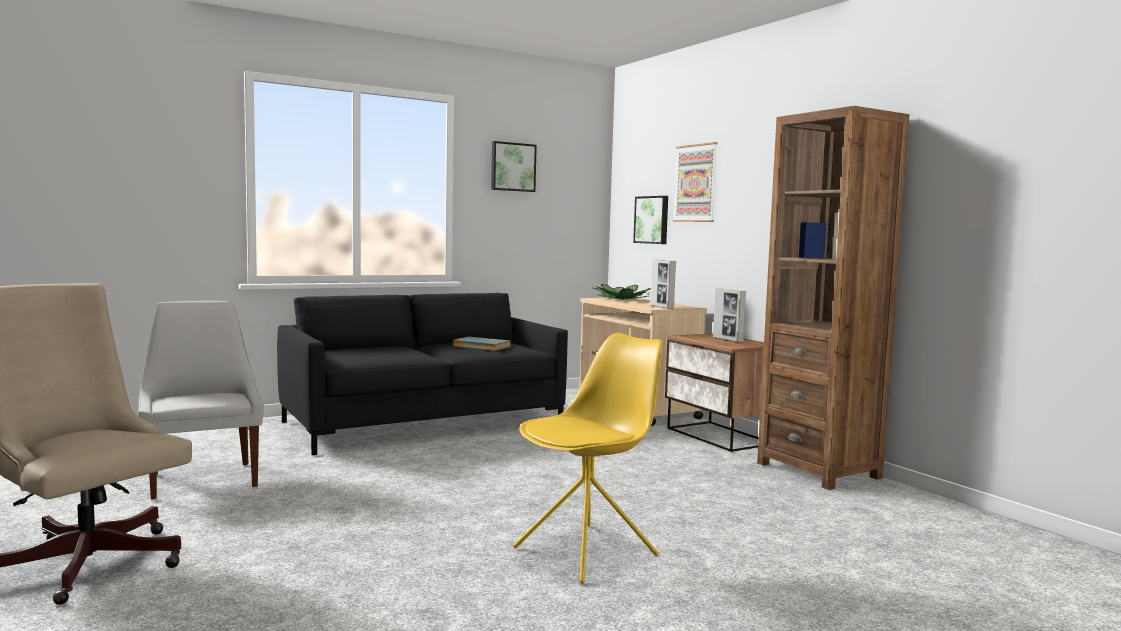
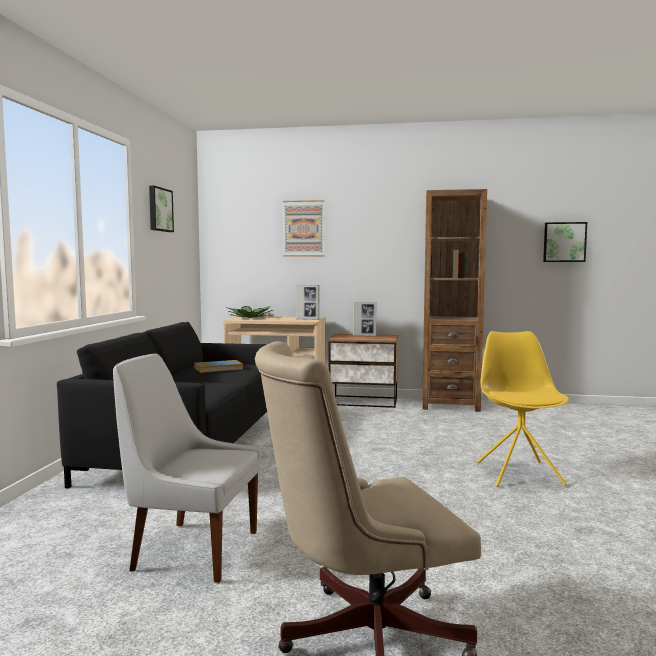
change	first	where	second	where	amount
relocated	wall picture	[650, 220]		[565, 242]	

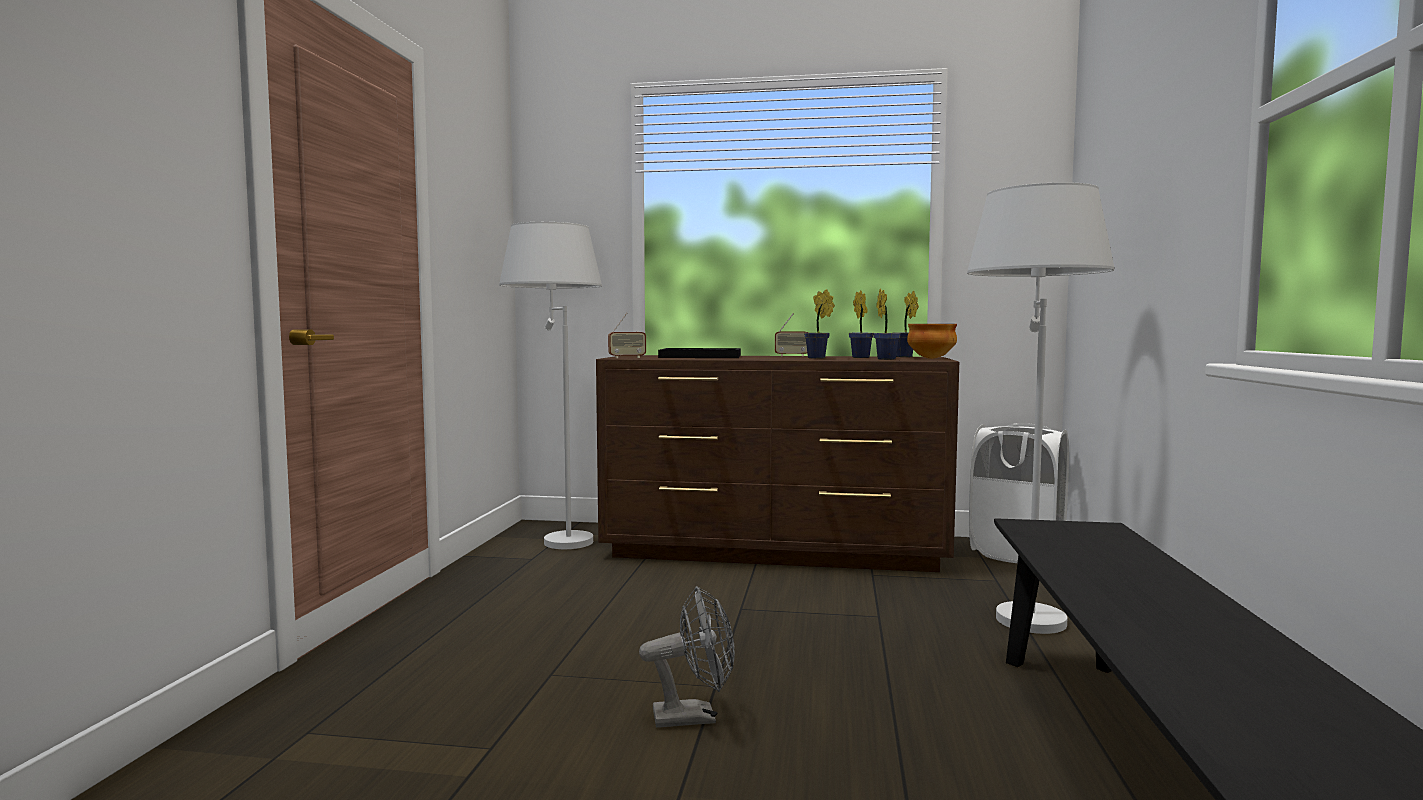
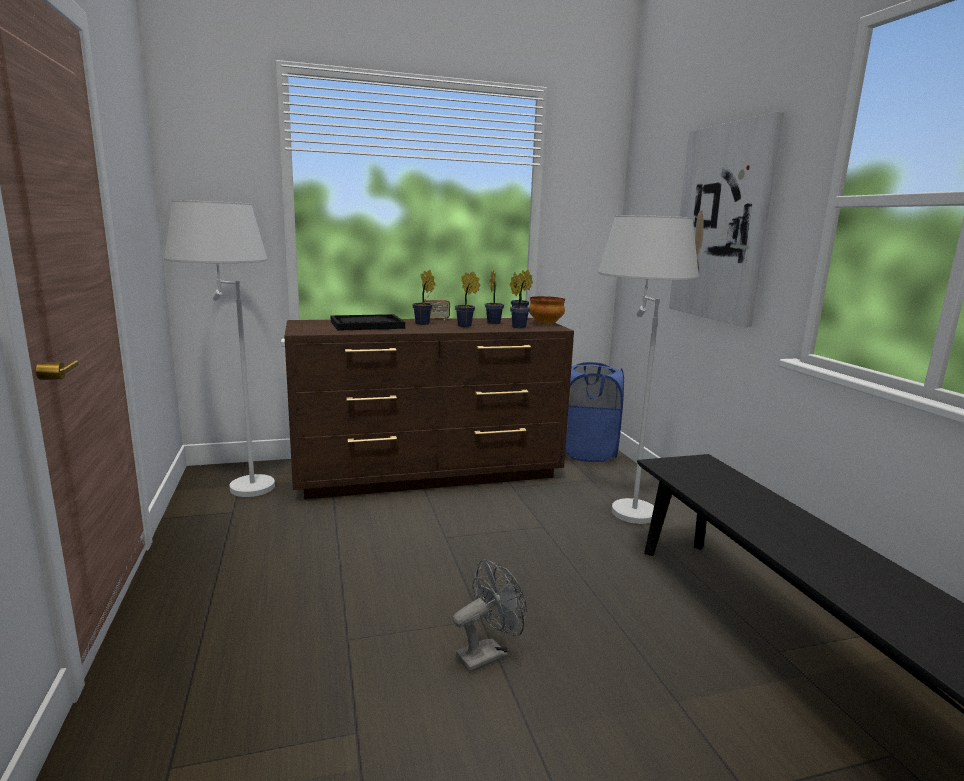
change	first	where	second	where	amount
missing	radio	[627, 335]			
colour	whitish washing basket	[1019, 493]	bluish washing basket	[594, 412]	
appeared			wall picture	[726, 219]	
appeared			plant in a pot	[423, 297]	

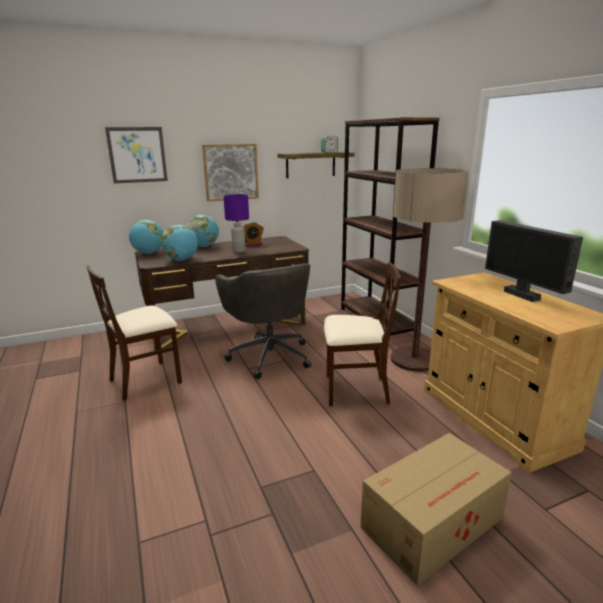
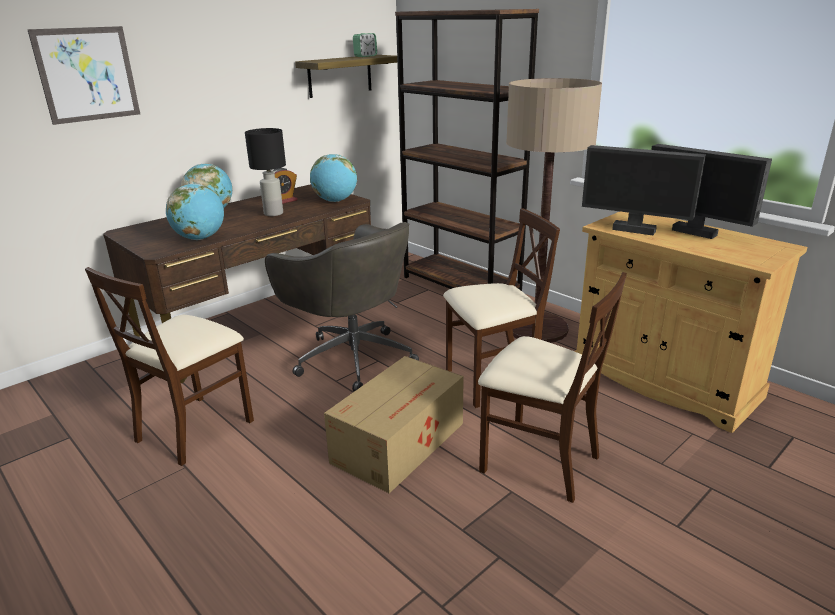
change	first	where	second	where	amount
missing	wall picture	[230, 172]			
colour	purple-coloured tabletop lamp	[236, 223]	black-coloured tabletop lamp	[265, 172]	
relocated	desk globe	[146, 237]		[333, 178]	
relocated	packing box	[436, 509]		[394, 424]	
appeared			computer display	[644, 190]	
appeared			beige-coloured plain chair	[552, 387]	

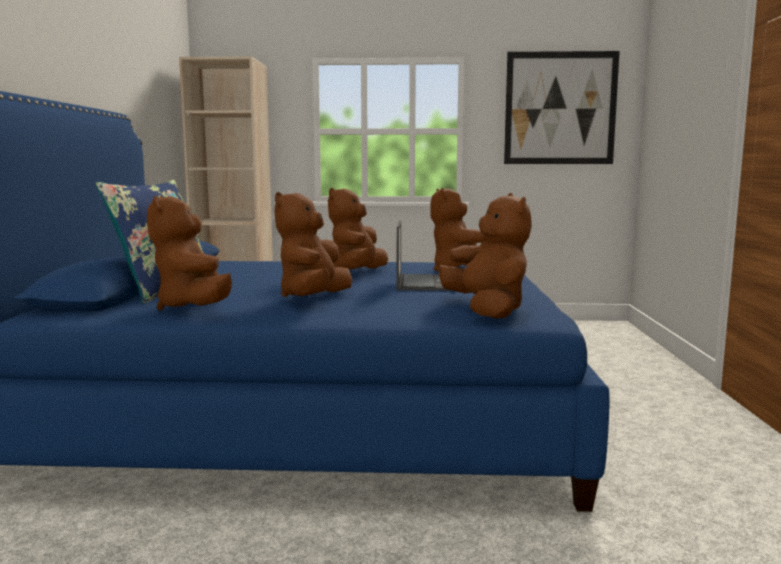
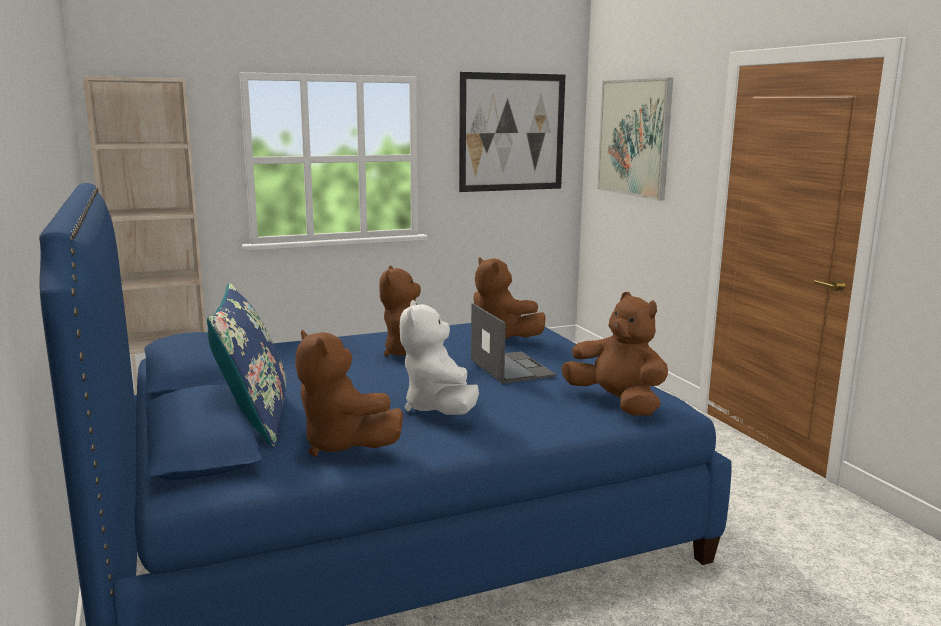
change	first	where	second	where	amount
colour	brown-coloured cuddly toy	[313, 244]	whitish cuddly toy	[439, 357]	
appeared			wall picture	[635, 139]	

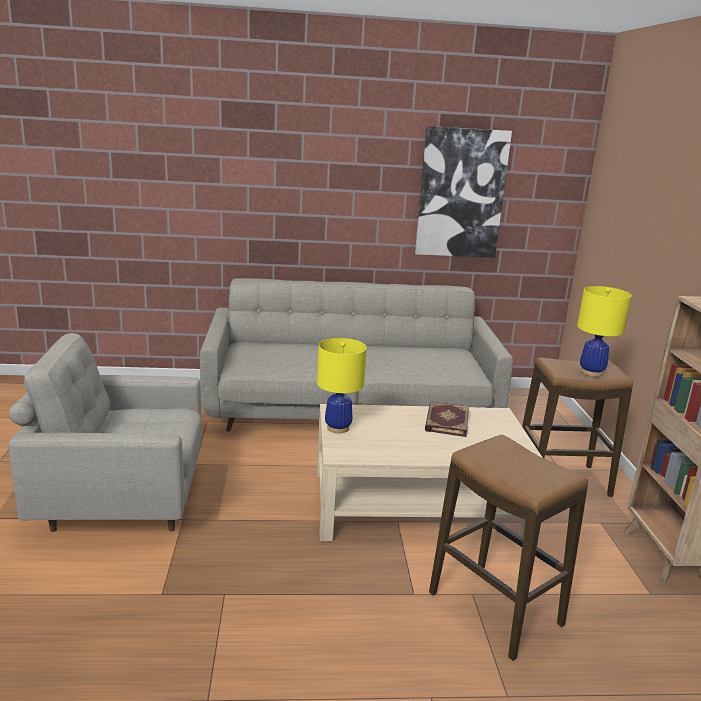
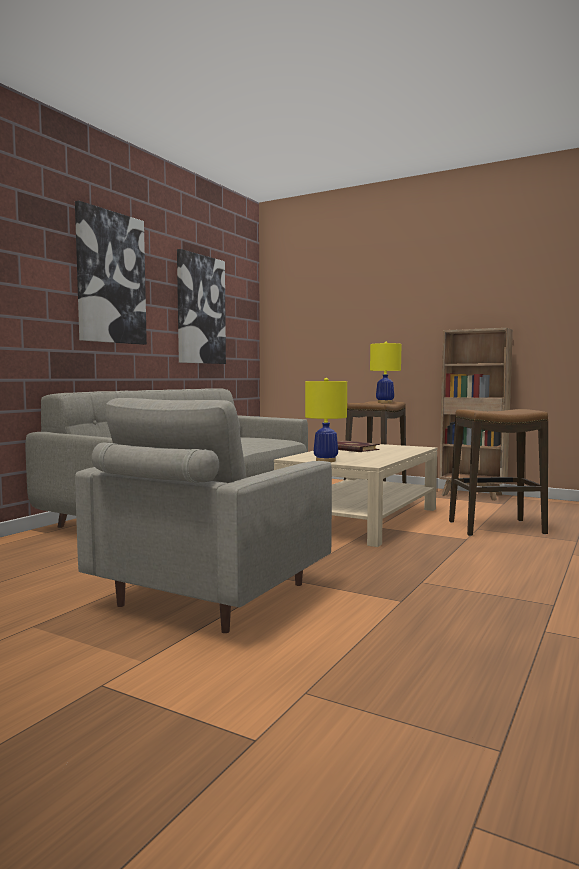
change	first	where	second	where	amount
appeared			wall picture	[111, 272]	

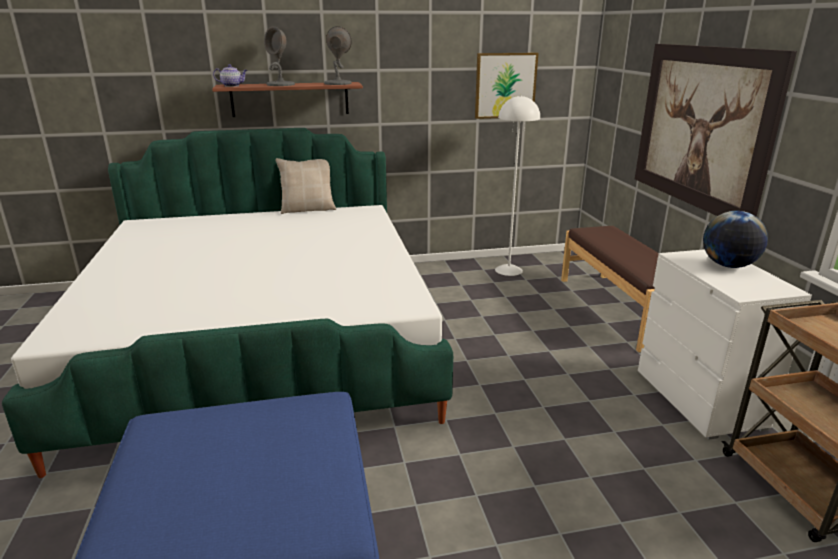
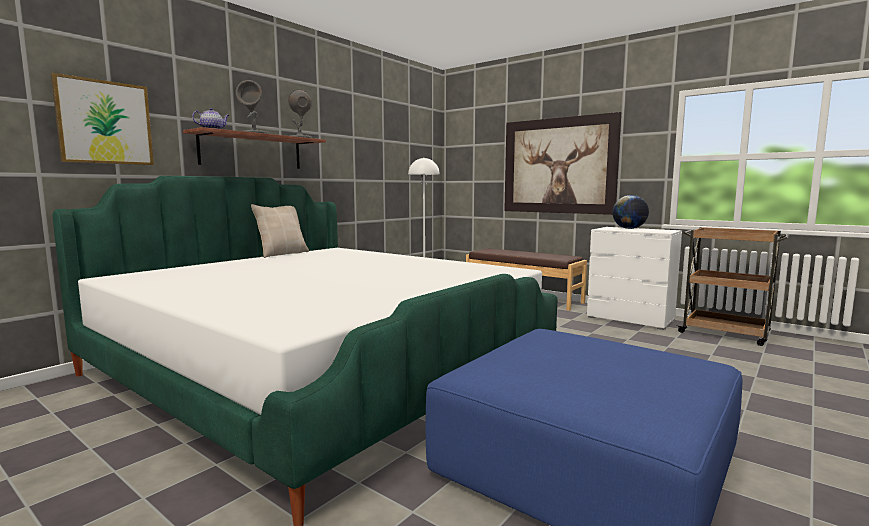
change	first	where	second	where	amount
relocated	wall picture	[507, 86]		[102, 119]	

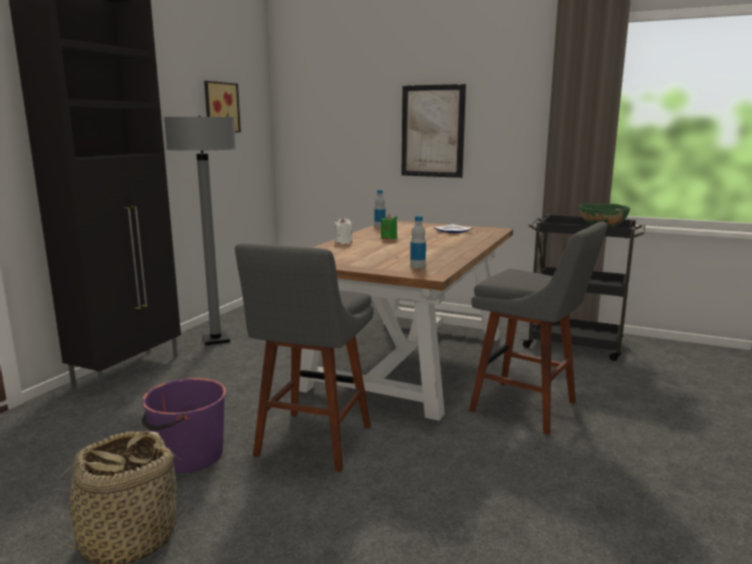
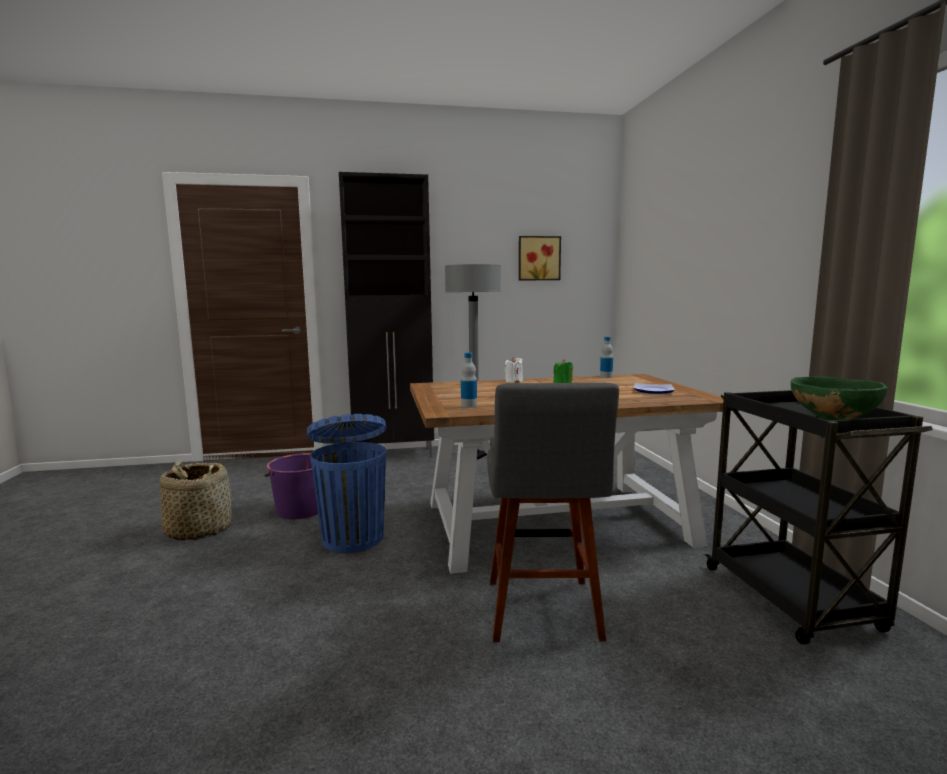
change	first	where	second	where	amount
missing	wall picture	[434, 131]			
exchanged	gray sitting stool	[304, 357]	bluish trash can	[346, 483]	

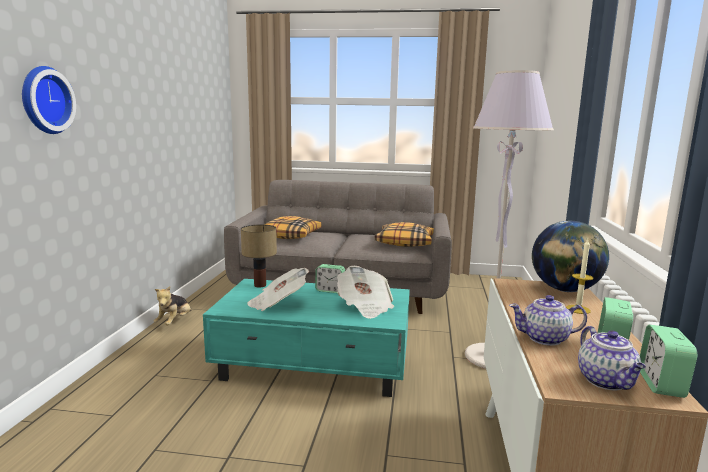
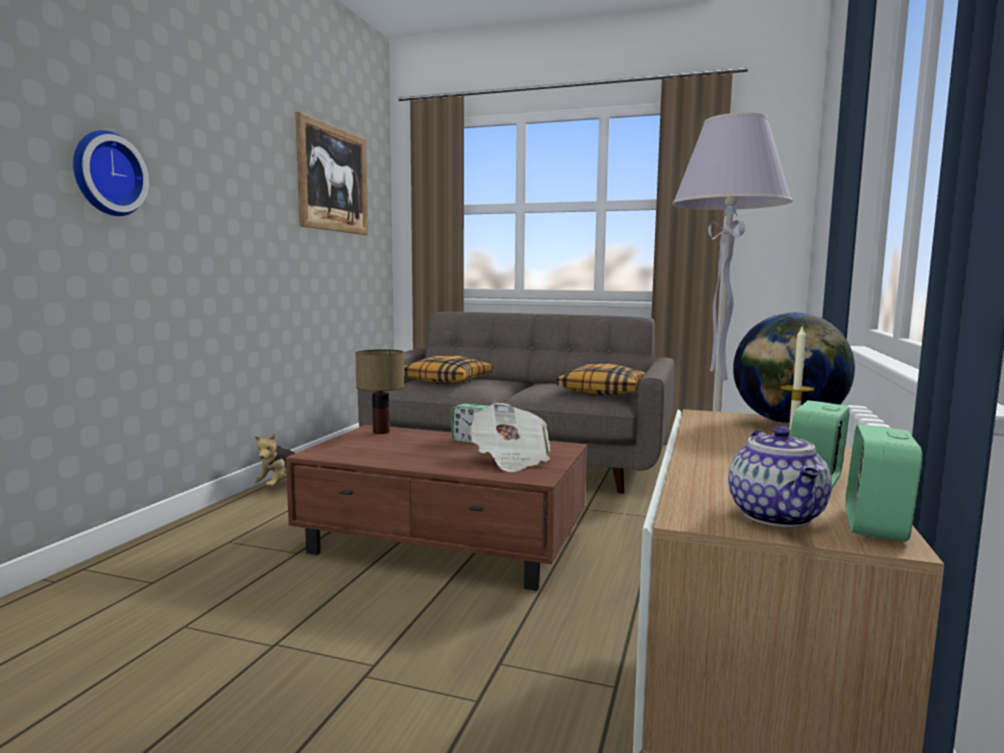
change	first	where	second	where	amount
missing	daily paper	[278, 289]			
colour	blue-green coffee table	[306, 338]	brown-coloured coffee table	[436, 508]	
missing	pot for tea	[548, 320]			
appeared			wall picture	[331, 173]	

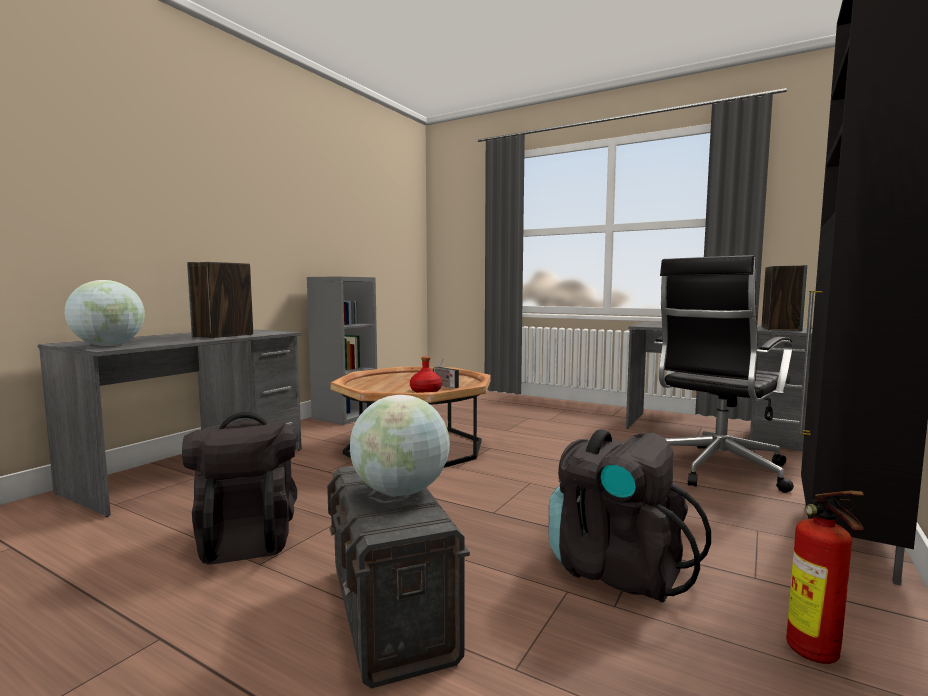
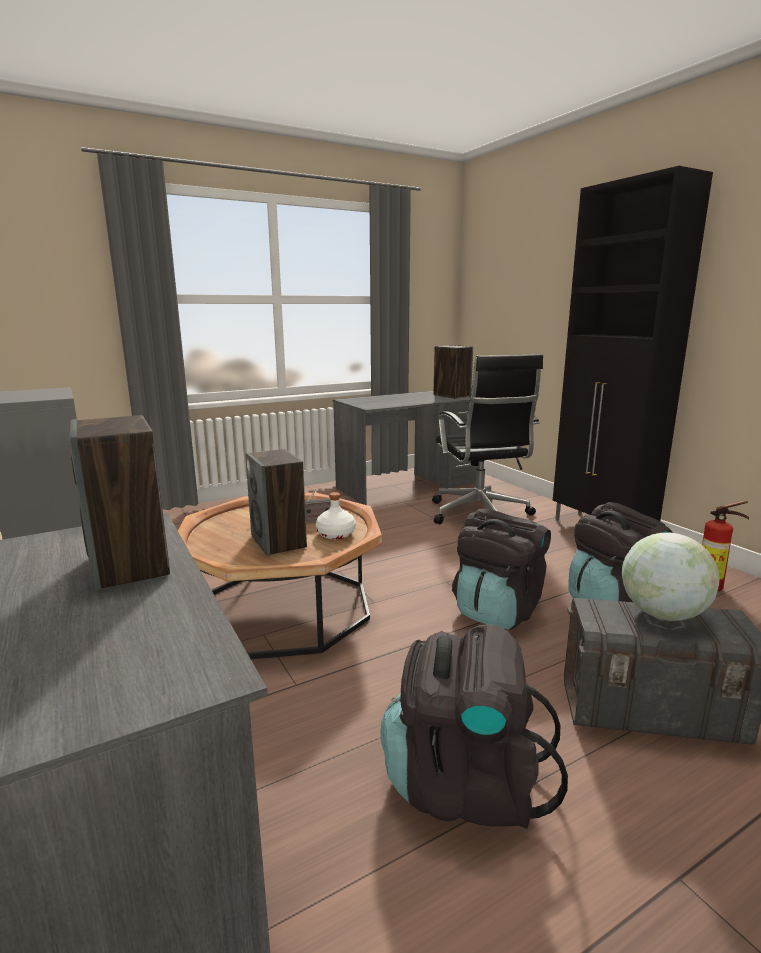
change	first	where	second	where	amount
missing	desk globe	[105, 313]			
colour	red-coloured drink bottle	[426, 374]	whitish drink bottle	[336, 515]	
appeared			speaker	[276, 502]	
appeared			black-coloured rucksack	[501, 569]	

